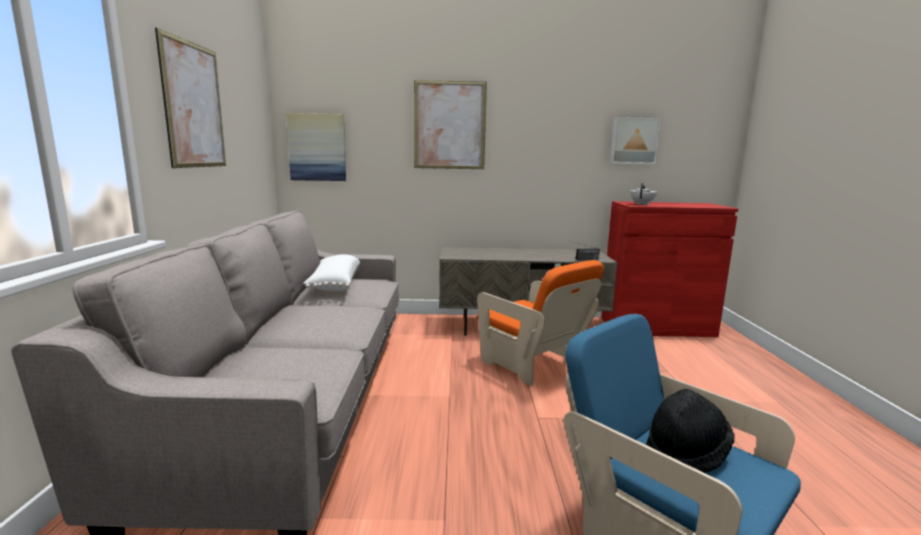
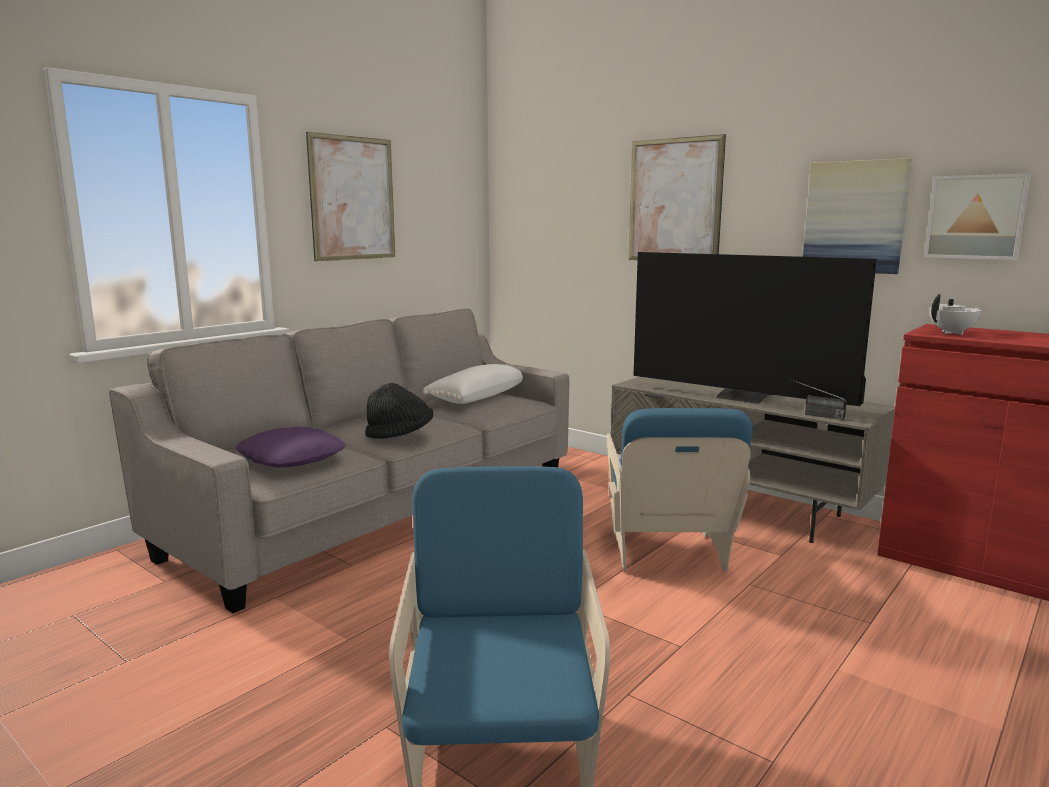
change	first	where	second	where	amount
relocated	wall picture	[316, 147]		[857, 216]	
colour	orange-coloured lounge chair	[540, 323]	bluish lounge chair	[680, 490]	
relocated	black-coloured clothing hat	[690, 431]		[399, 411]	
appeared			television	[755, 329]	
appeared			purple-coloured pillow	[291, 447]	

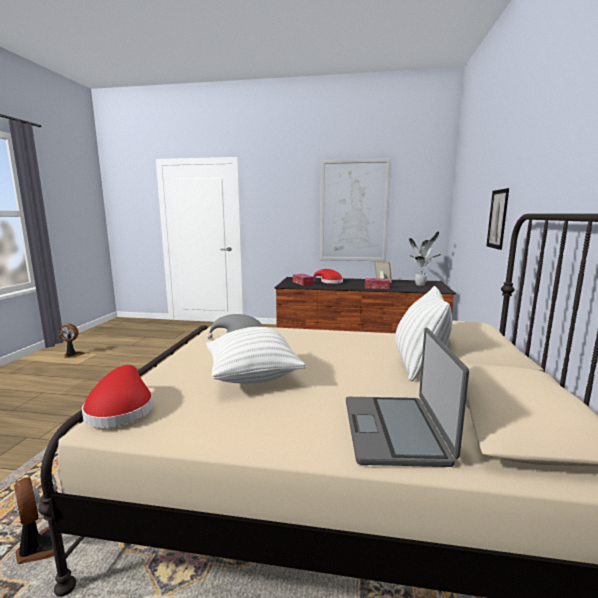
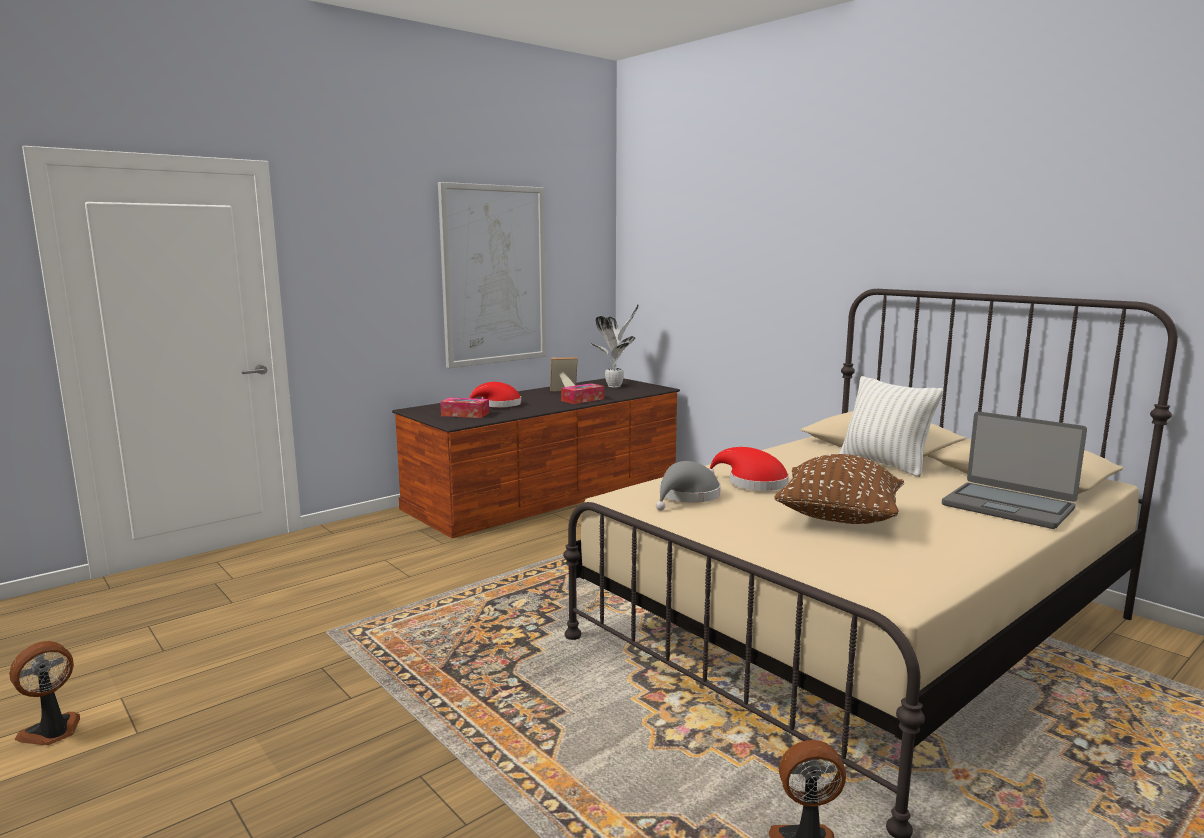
change	first	where	second	where	amount
missing	wall picture	[497, 219]			
colour	whitish pillow	[256, 355]	brown-coloured pillow	[839, 489]	
relocated	red-coloured clothing hat	[117, 396]		[748, 469]	

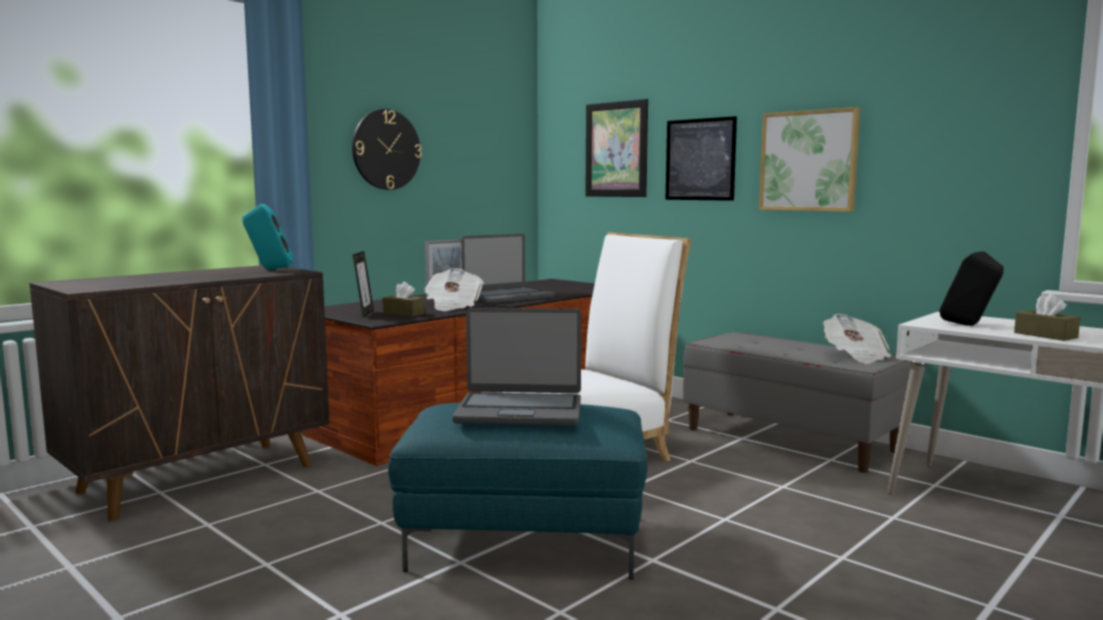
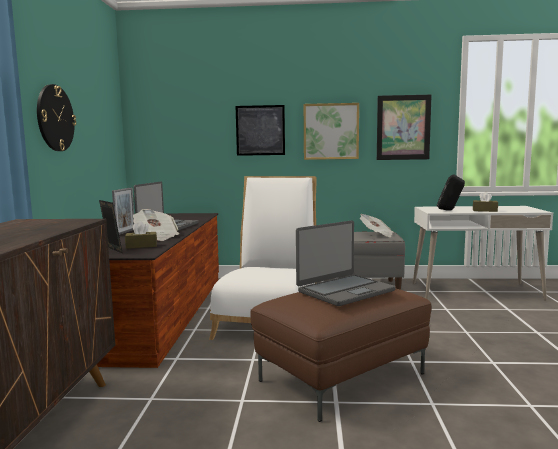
change	first	where	second	where	amount
relocated	wall picture	[616, 148]		[404, 127]	
missing	blue-green speaker	[267, 237]			
colour	blue-green ottoman	[517, 490]	brown-coloured ottoman	[340, 355]	

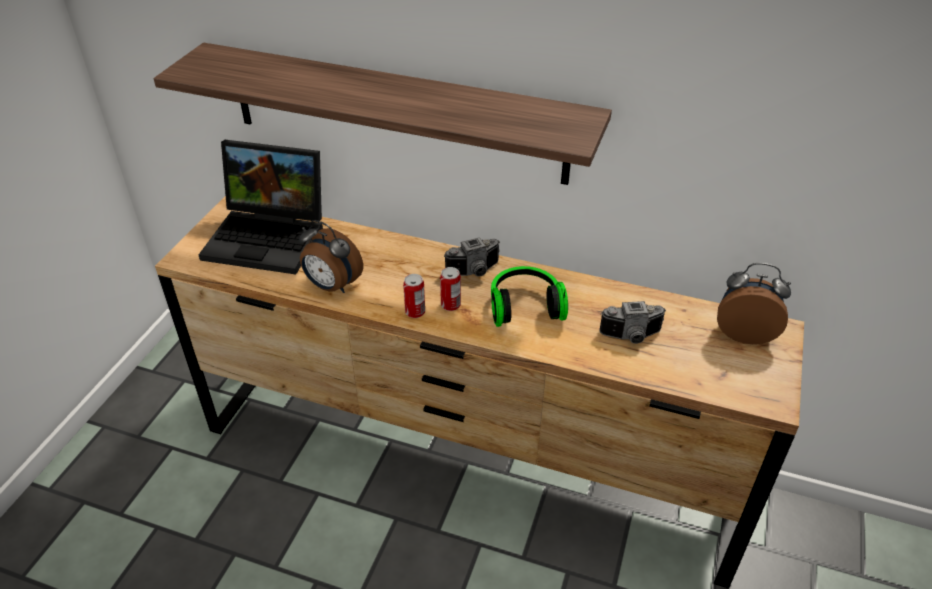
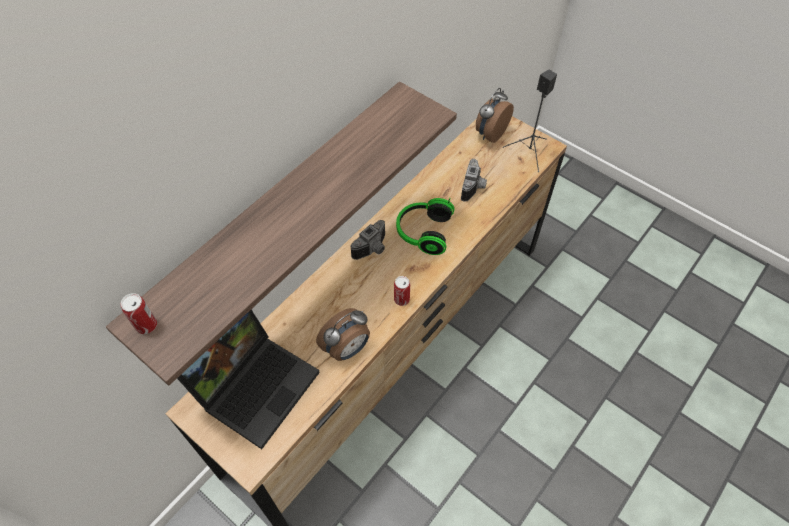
change	first	where	second	where	amount
spun	still camera	[472, 257]		[368, 240]	45 degrees clockwise
relocated	can	[450, 289]		[139, 313]	
appeared			black-coloured speaker	[530, 120]	

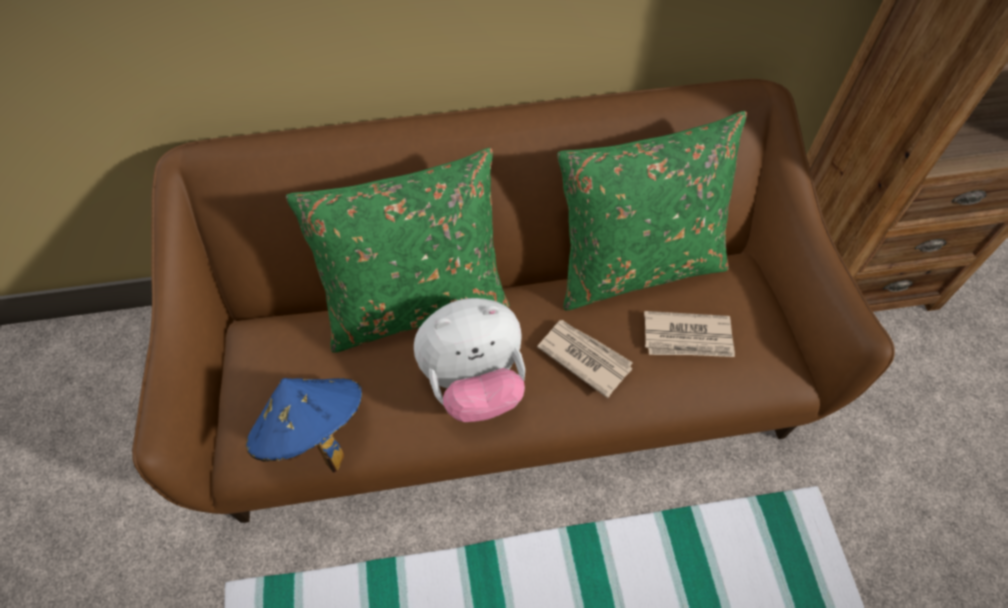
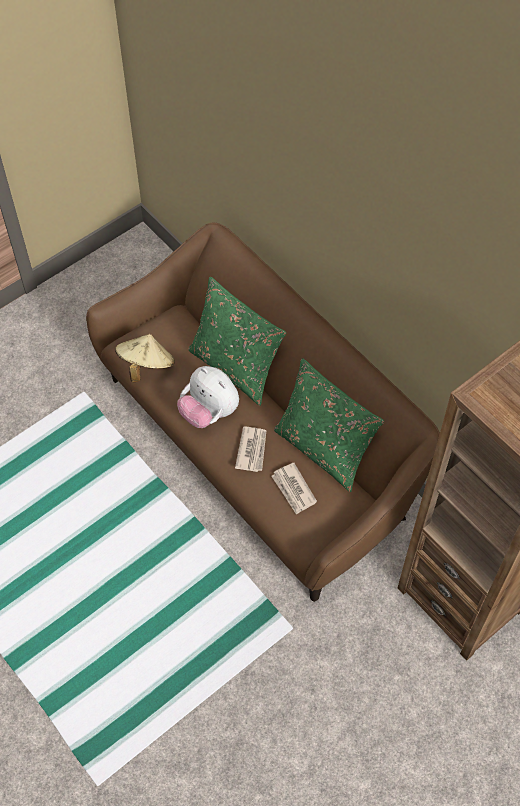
change	first	where	second	where	amount
colour	bluish clothing hat	[304, 425]	beige-coloured clothing hat	[145, 358]	

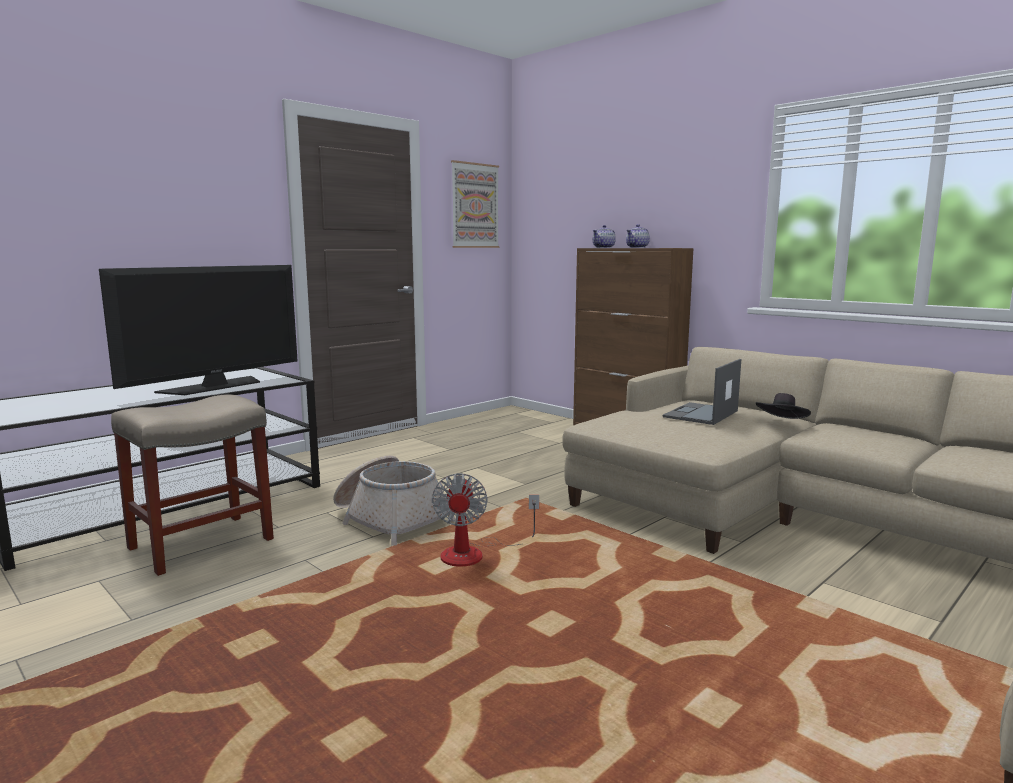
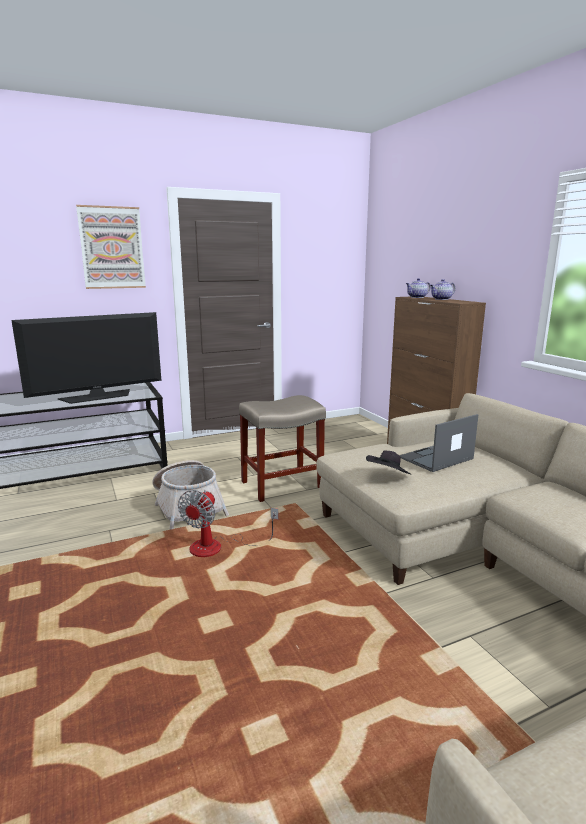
change	first	where	second	where	amount
relocated	wall picture	[475, 204]		[111, 247]	
relocated	black-coloured clothing hat	[783, 406]		[389, 462]	
relocated	beige-coloured sitting stool	[192, 485]		[282, 448]	

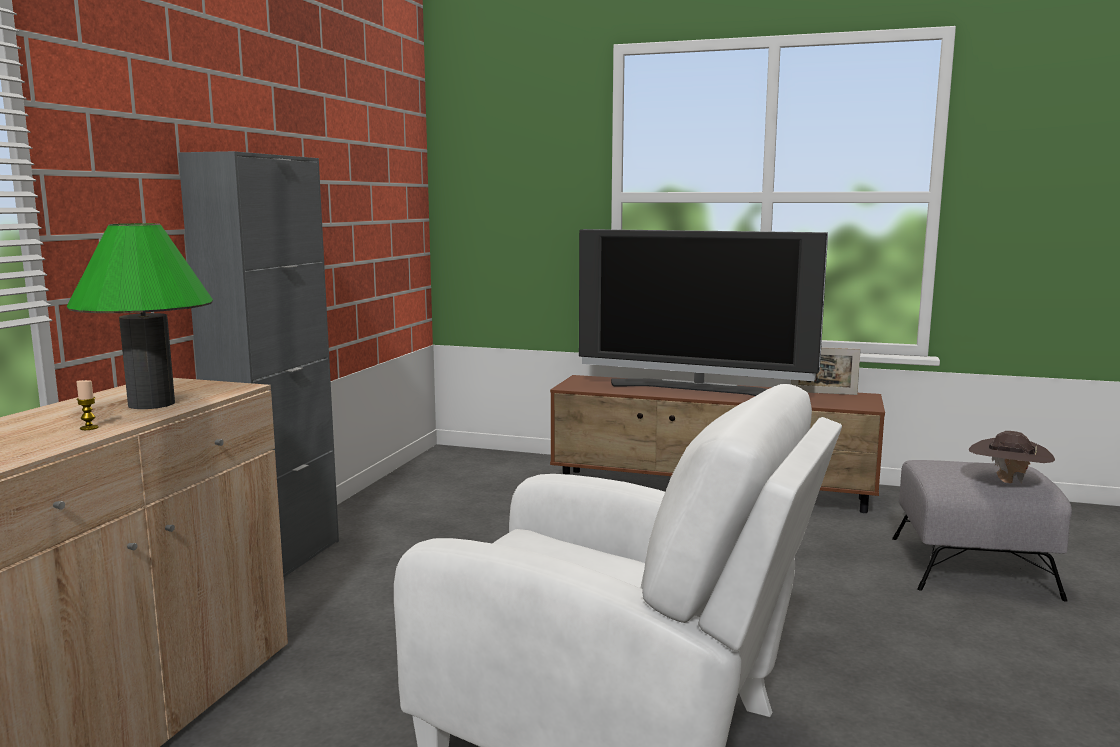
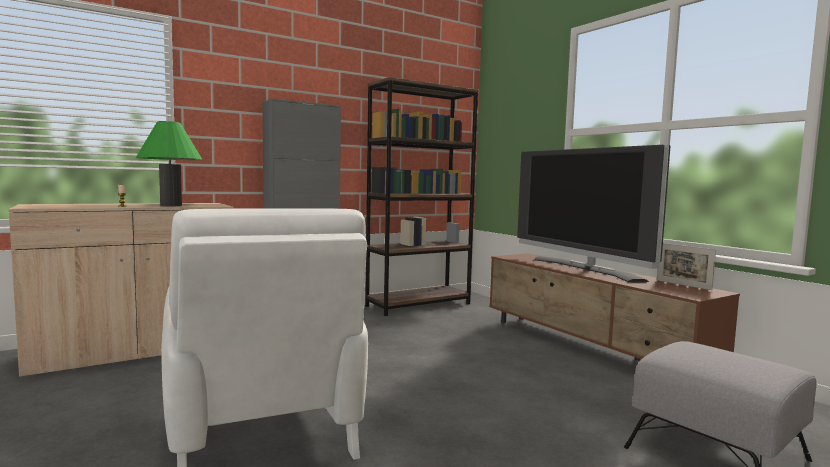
change	first	where	second	where	amount
missing	brown-coloured clothing hat	[1011, 457]			
appeared			brown-coloured bookcase	[422, 196]	

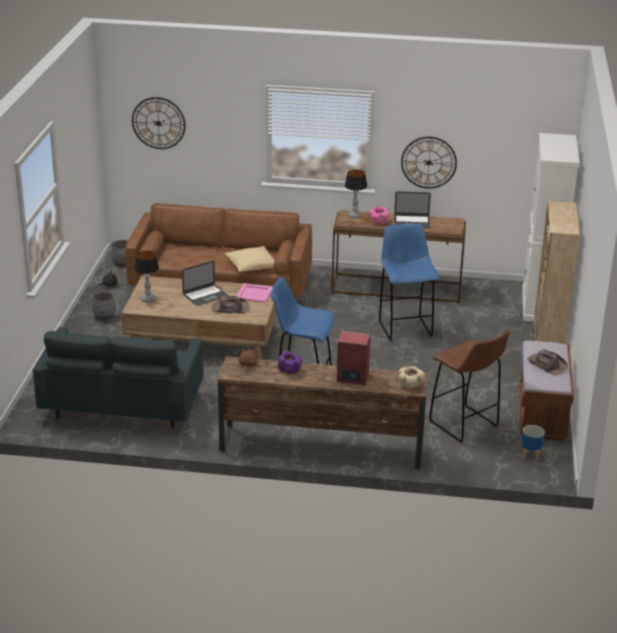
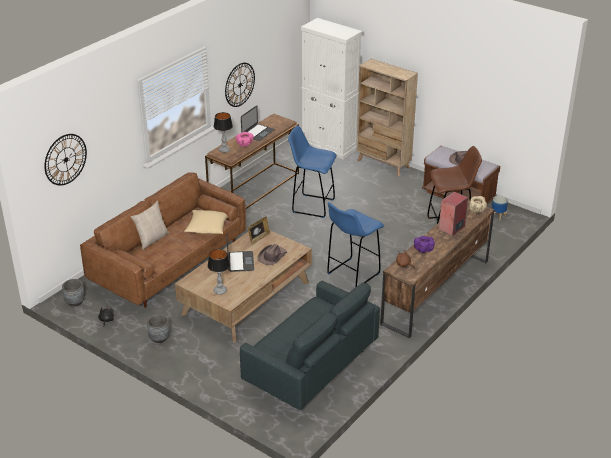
change	first	where	second	where	amount
exchanged	pink-coloured serving tray	[254, 293]	photo frame	[259, 230]	
appeared			beige-coloured pillow	[150, 225]	

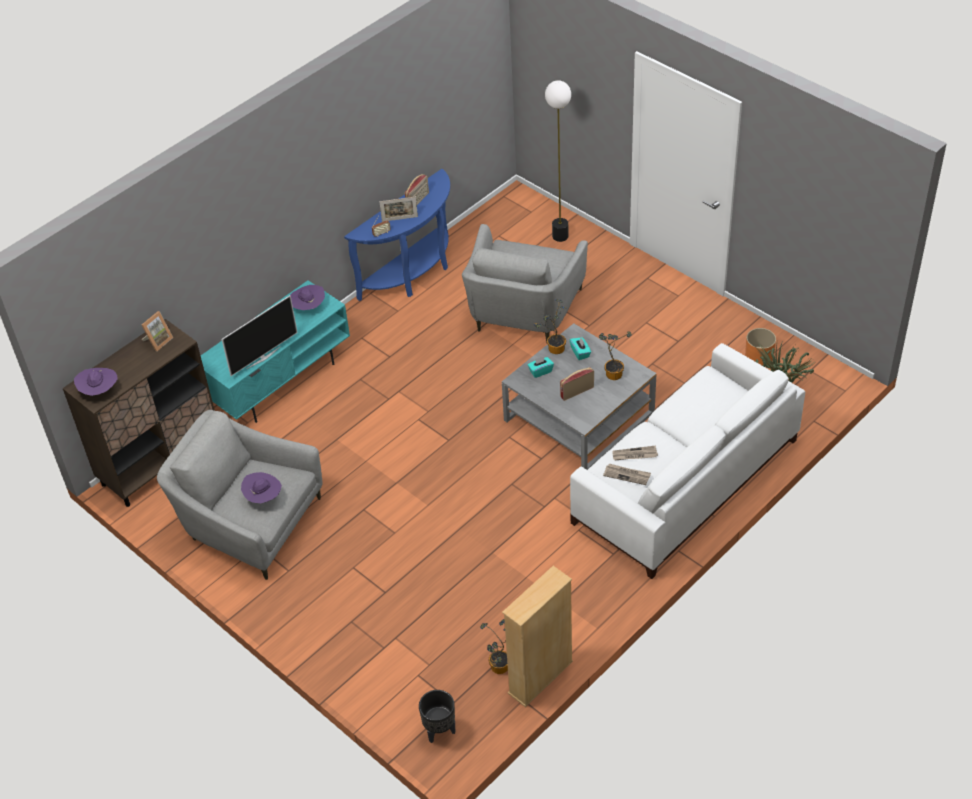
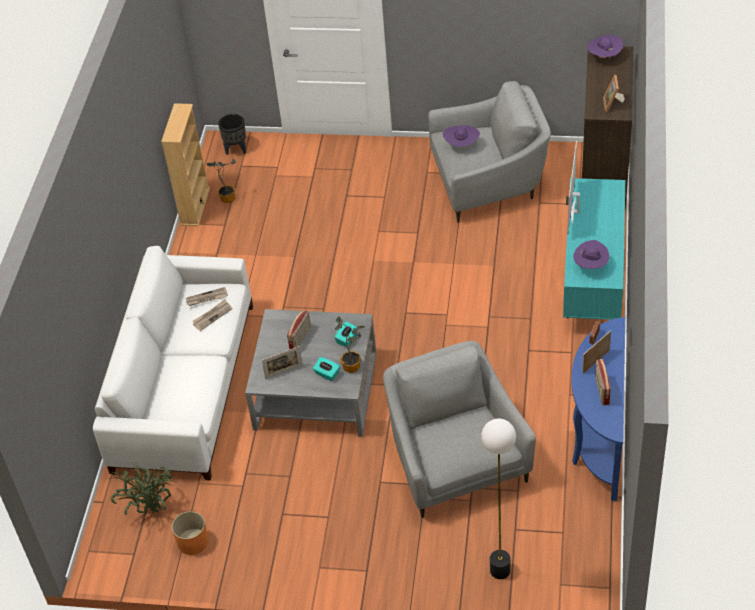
change	first	where	second	where	amount
exchanged	plant in a pot	[615, 355]	photo frame	[282, 362]	

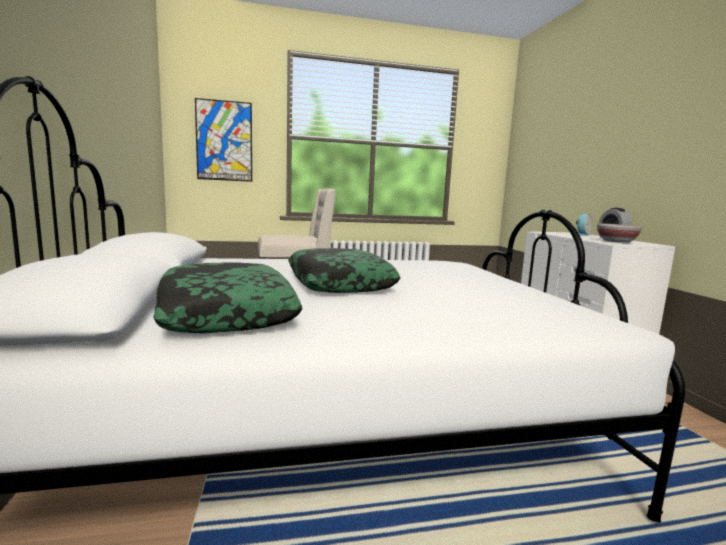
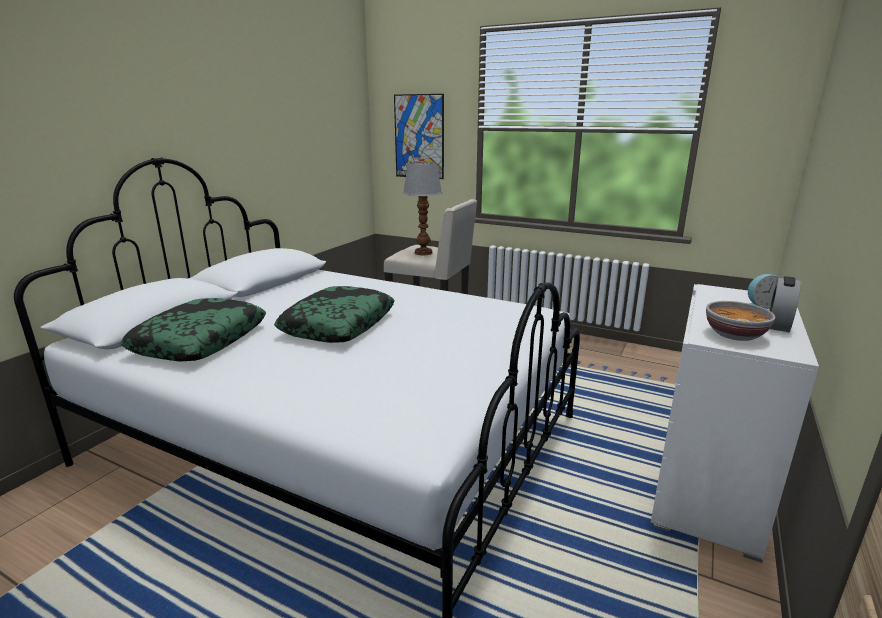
change	first	where	second	where	amount
appeared			tabletop lamp	[422, 208]	

